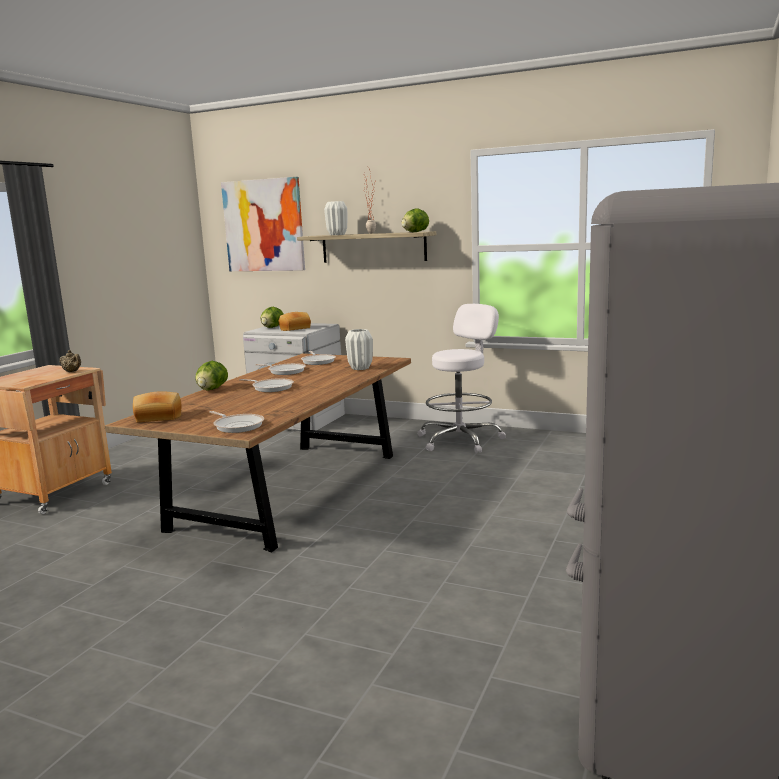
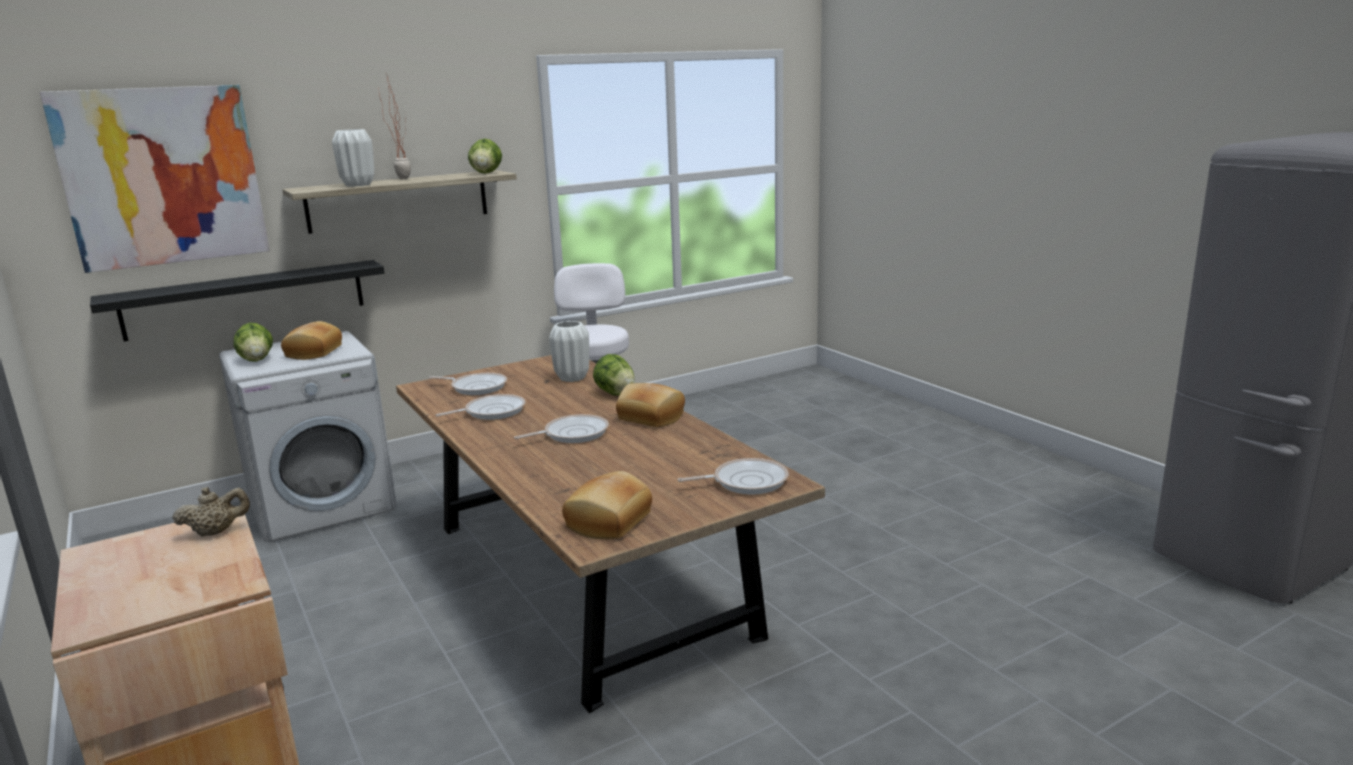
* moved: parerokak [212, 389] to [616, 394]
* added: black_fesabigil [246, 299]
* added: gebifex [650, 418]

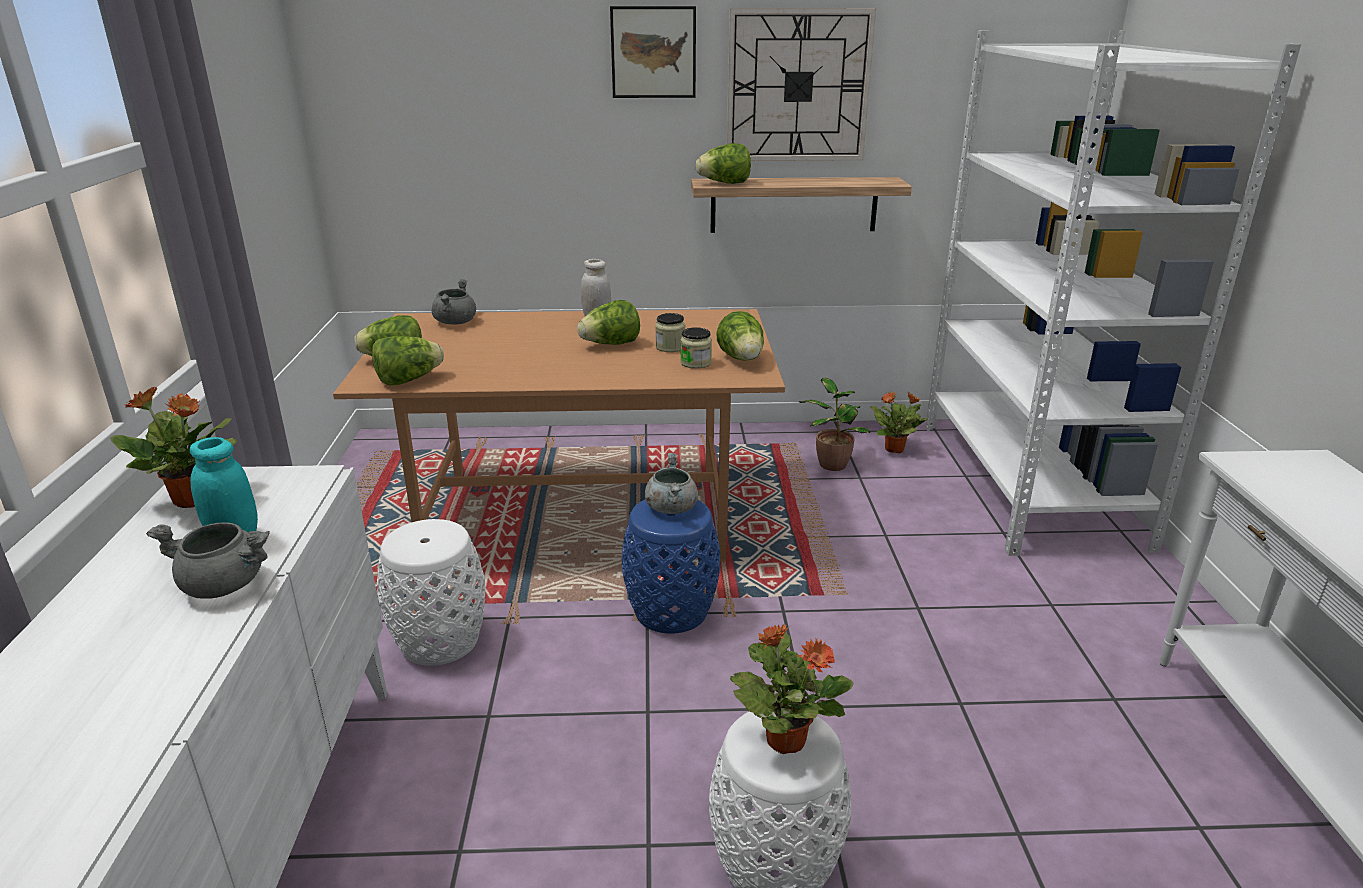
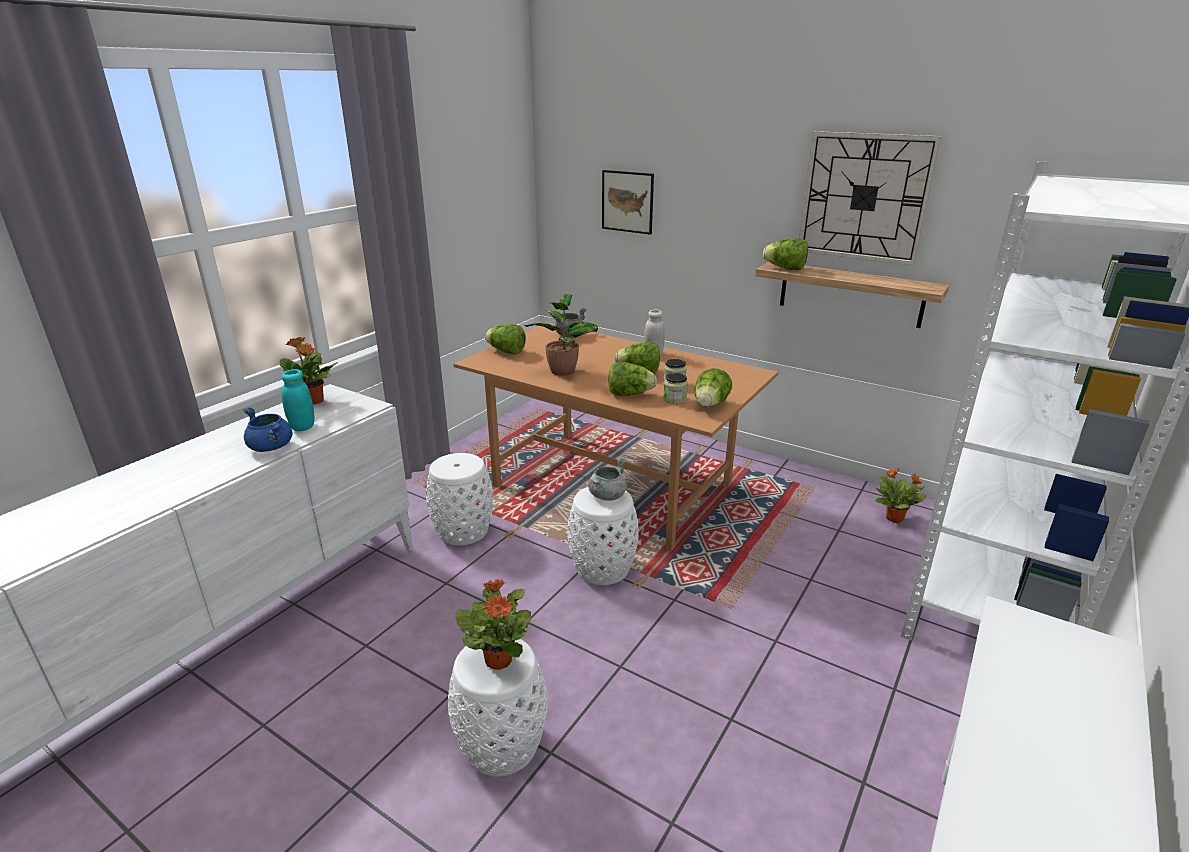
* recoloured: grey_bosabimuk [225, 585] to blue_bosabimuk [271, 447]
* moved: parerokak [408, 380] to [629, 394]
* moved: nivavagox [653, 52] to [627, 201]
* recoloured: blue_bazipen [671, 611] to white_bazipen [602, 568]
* moved: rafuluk [831, 463] to [562, 370]

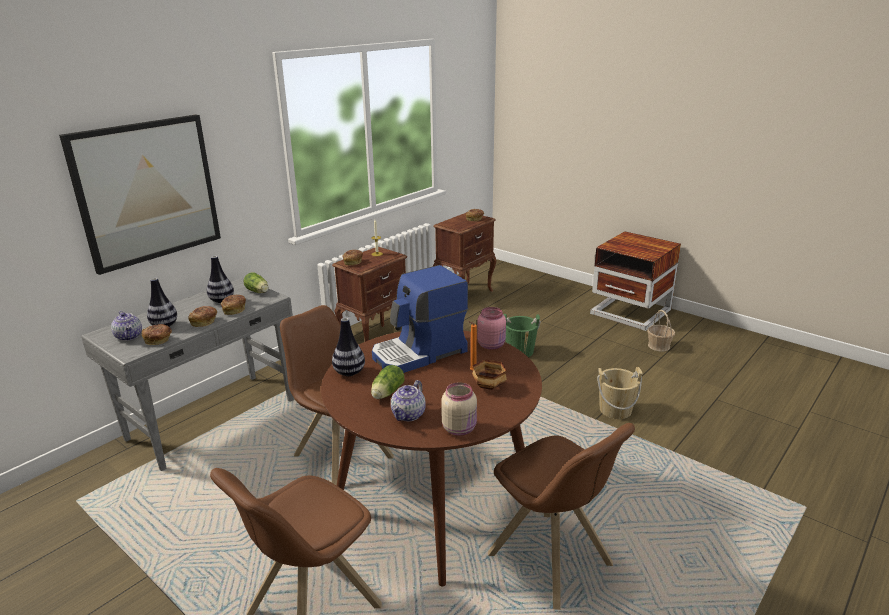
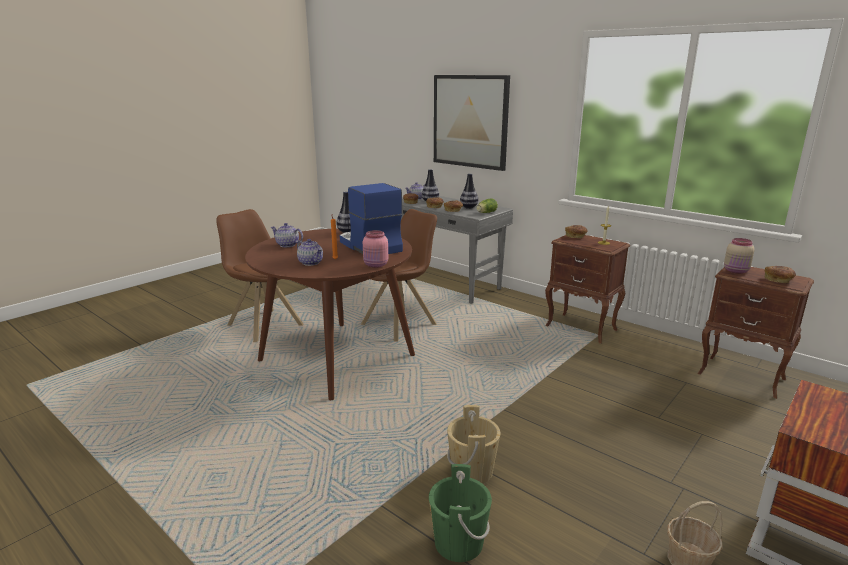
* removed: parerokak [386, 393]
* moved: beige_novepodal [460, 428] to [736, 271]
* replaced: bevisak [488, 385] to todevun [311, 263]
* removed: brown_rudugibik [551, 559]
* moved: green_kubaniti [520, 351] to [458, 542]

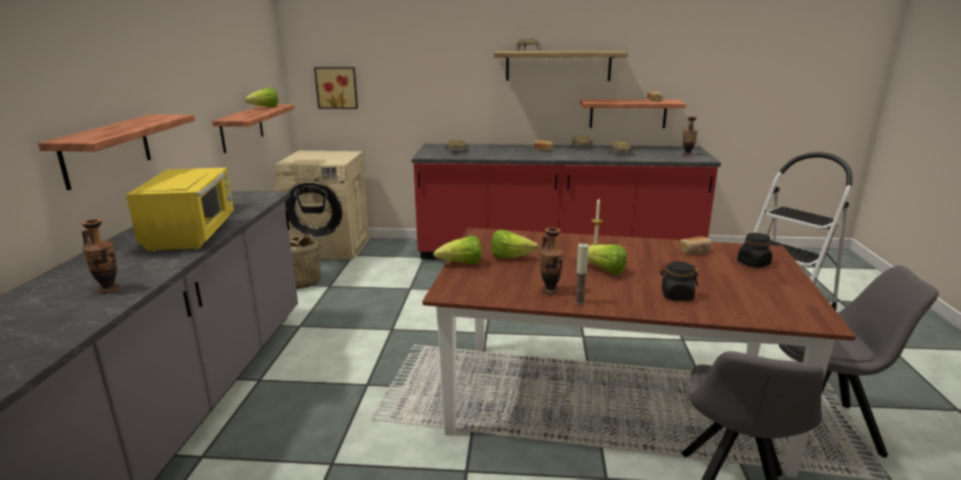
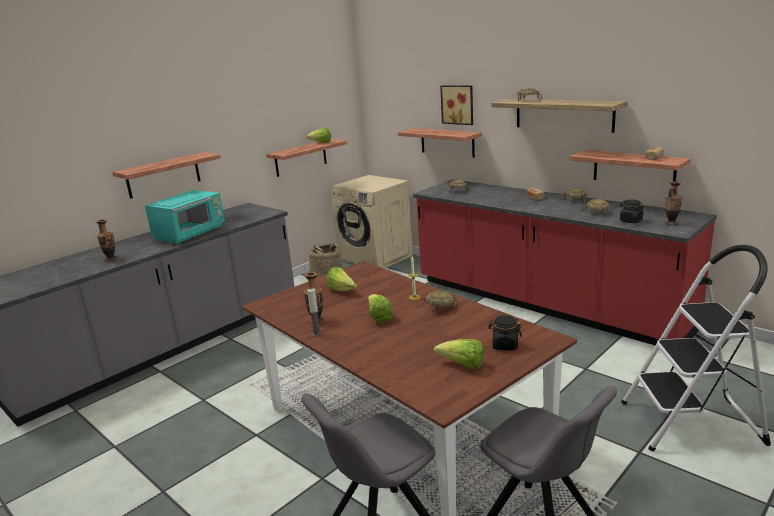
* recoloured: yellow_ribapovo [192, 234] to turquoise_ribapovo [191, 234]
* moved: nivavagox [337, 87] to [458, 104]
* moved: parerokak [461, 264] to [462, 365]
* moved: black_novepodal [676, 296] to [630, 221]
* removed: gebifex [695, 252]
* added: fesabigil [447, 142]
* added: beige_bevisak [439, 308]

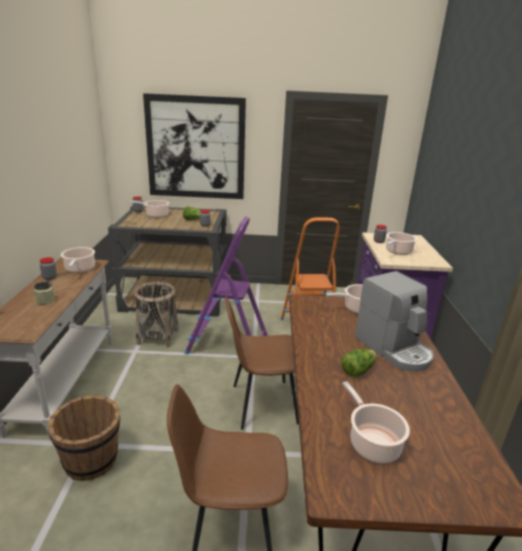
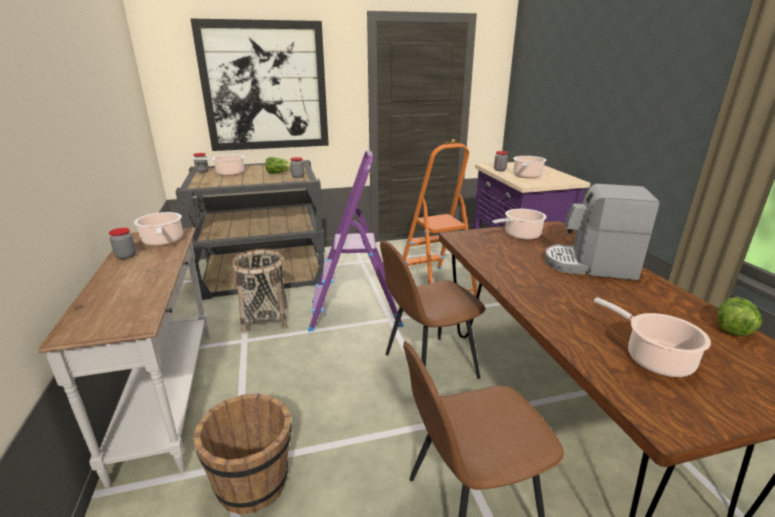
* removed: novepodal [45, 300]
* moved: parerokak [357, 370] to [732, 326]
* turned: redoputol [394, 349] = [590, 265] 150 degrees clockwise

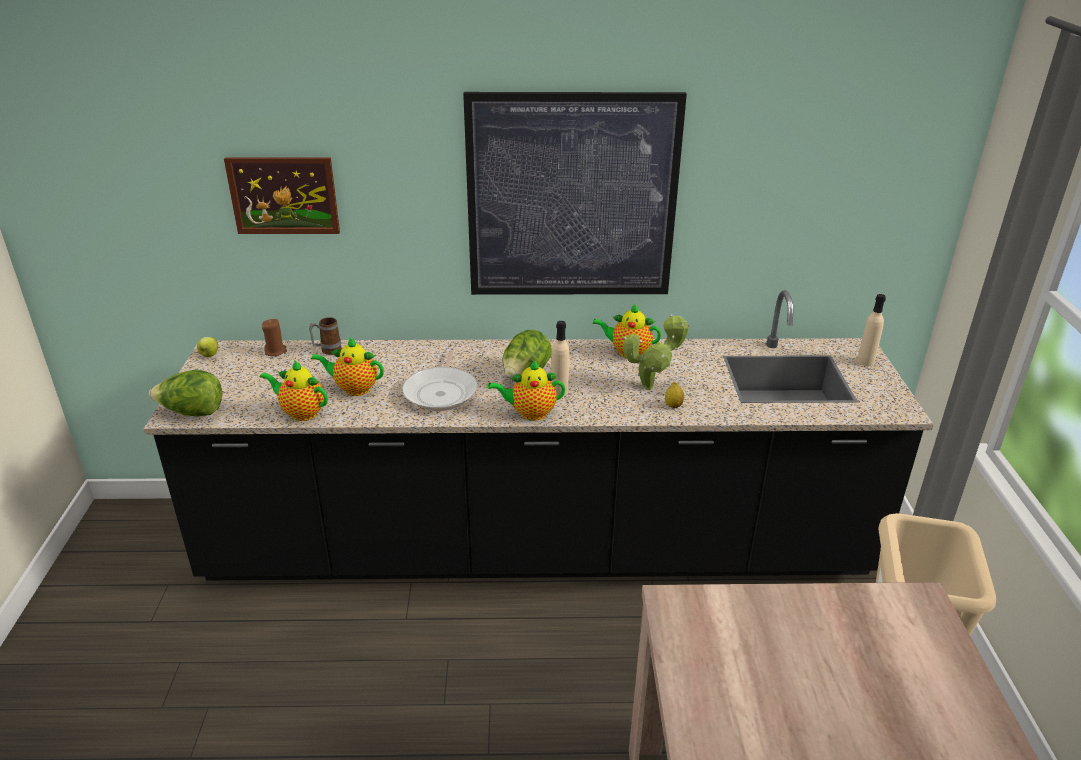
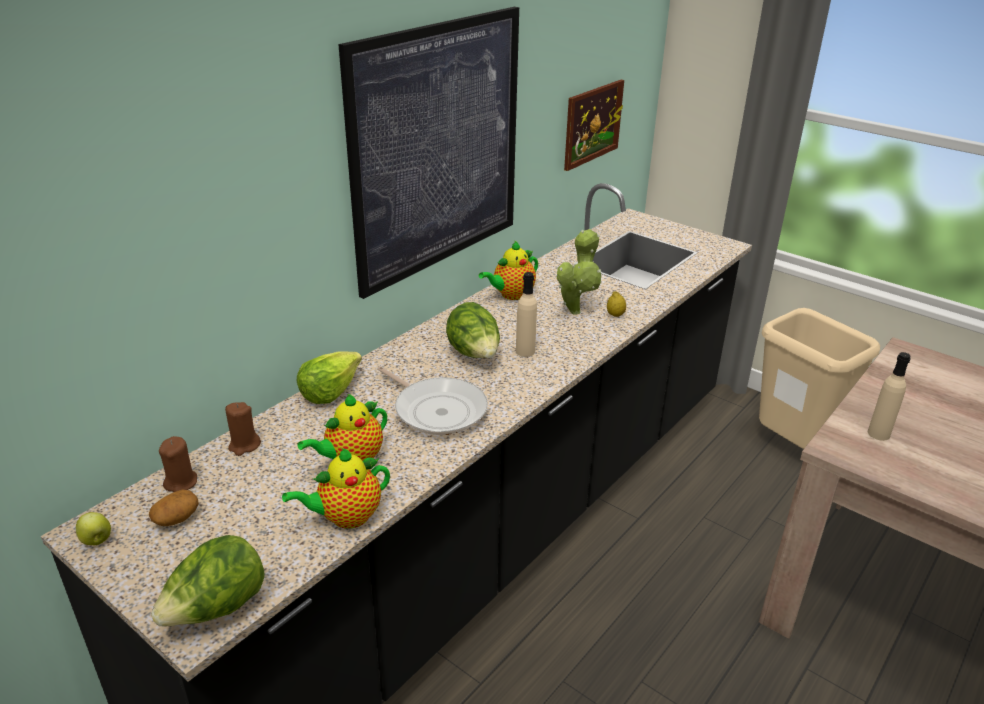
* moved: nivavagox [284, 195] to [592, 124]
* replaced: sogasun [327, 351] to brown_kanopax [244, 445]
* removed: todevun [530, 413]
* moved: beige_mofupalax [865, 362] to [878, 434]
* added: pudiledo [176, 518]
* added: parerokak [330, 391]

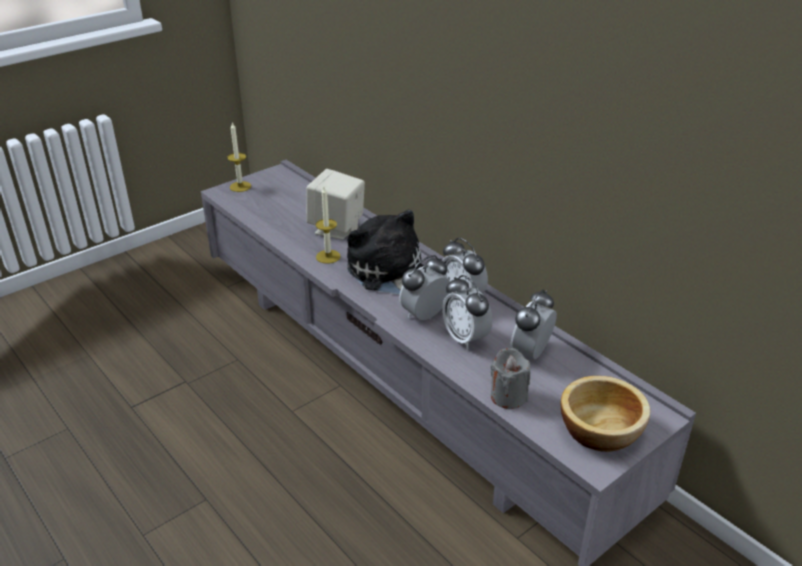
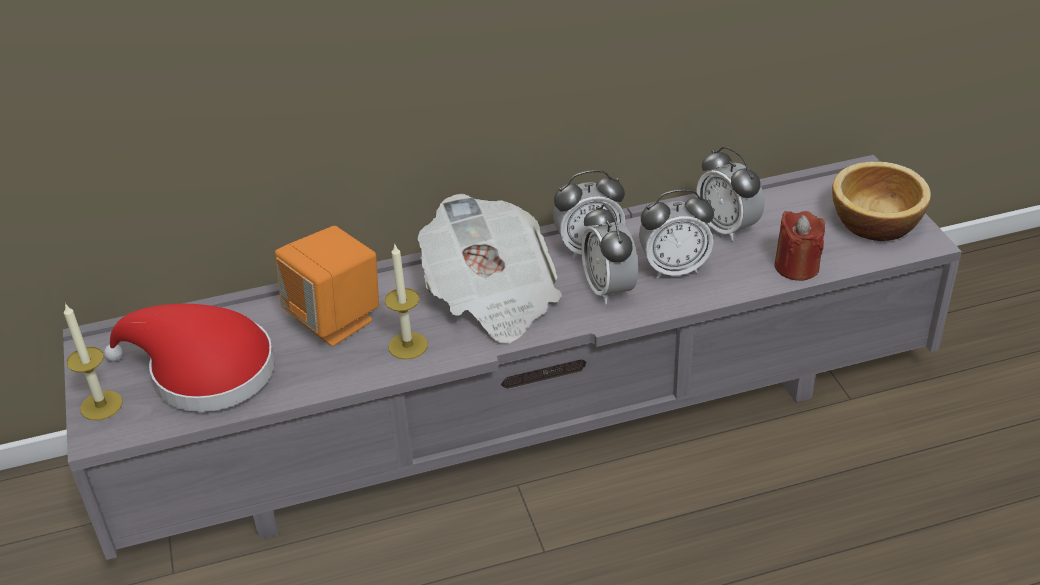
* recoloured: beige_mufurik [337, 228] to orange_mufurik [336, 320]
* replaced: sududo [388, 273] to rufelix [492, 297]
* recoloured: grey_kanopax [508, 396] to red_kanopax [796, 267]
* added: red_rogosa [203, 372]

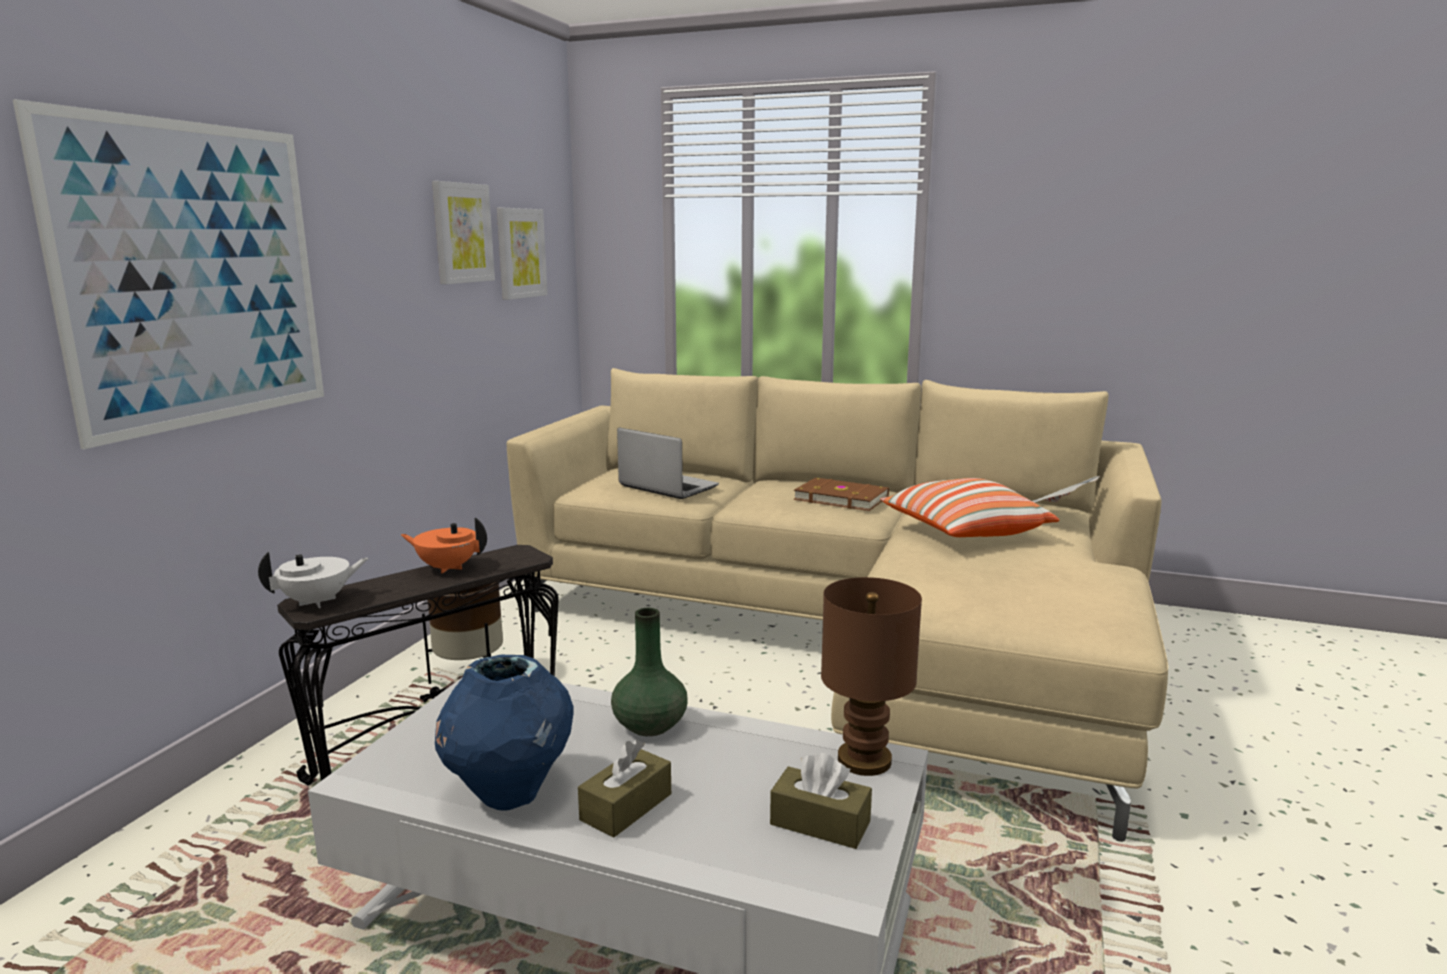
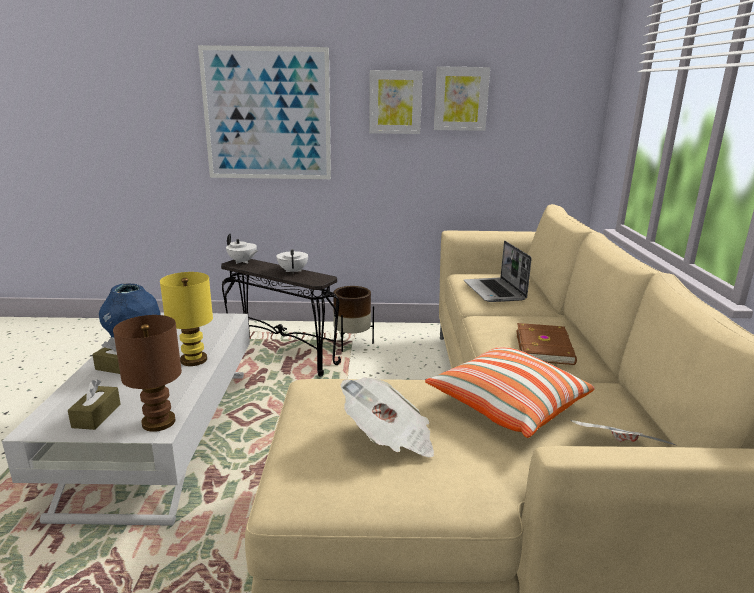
* recoloured: orange_todevun [447, 568] to white_todevun [293, 271]
* moved: nivavagox [520, 253] to [395, 102]
* replaced: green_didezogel [649, 725] to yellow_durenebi [194, 359]
* turned: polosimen [666, 487] = [495, 291] 150 degrees clockwise
* added: rufelix [389, 439]

